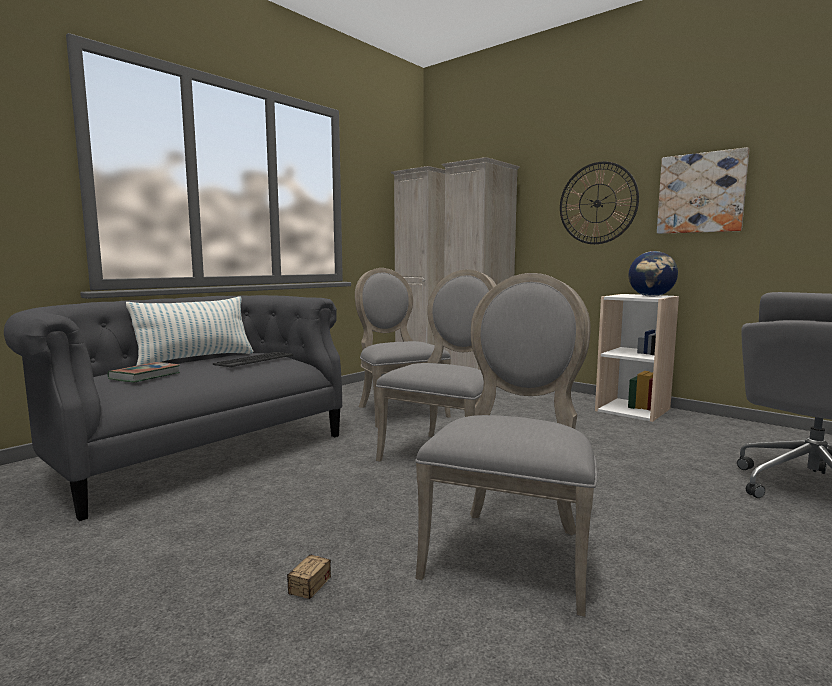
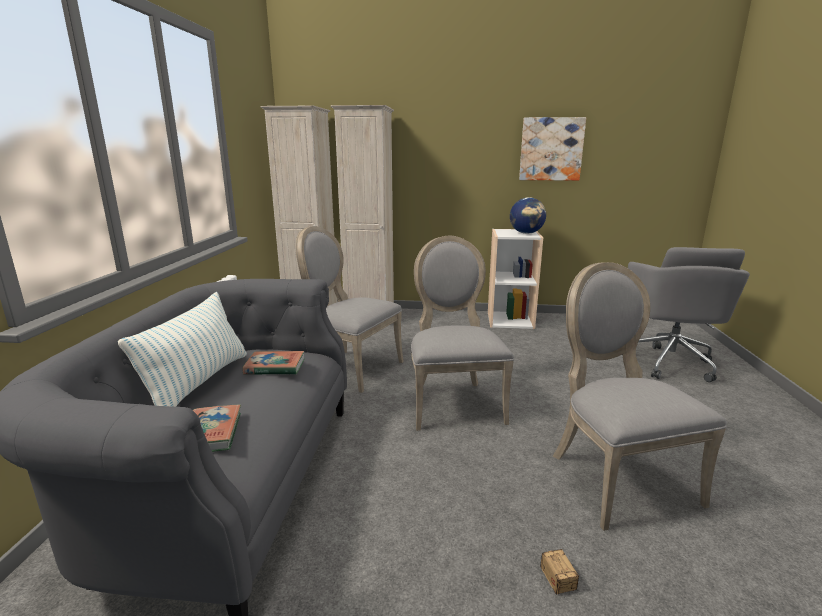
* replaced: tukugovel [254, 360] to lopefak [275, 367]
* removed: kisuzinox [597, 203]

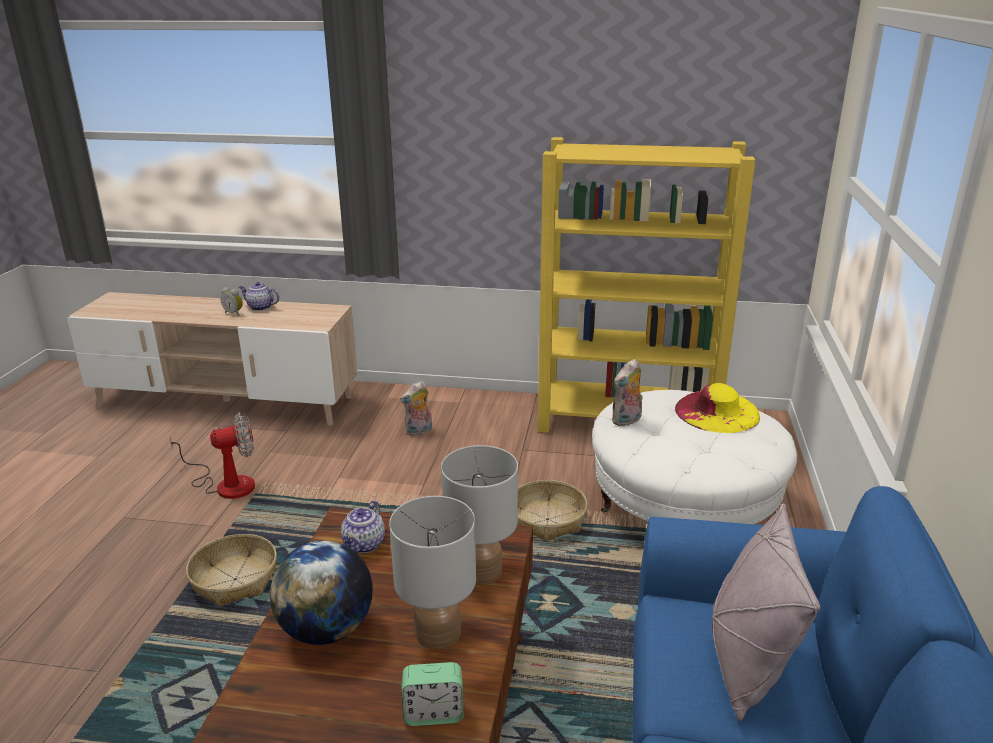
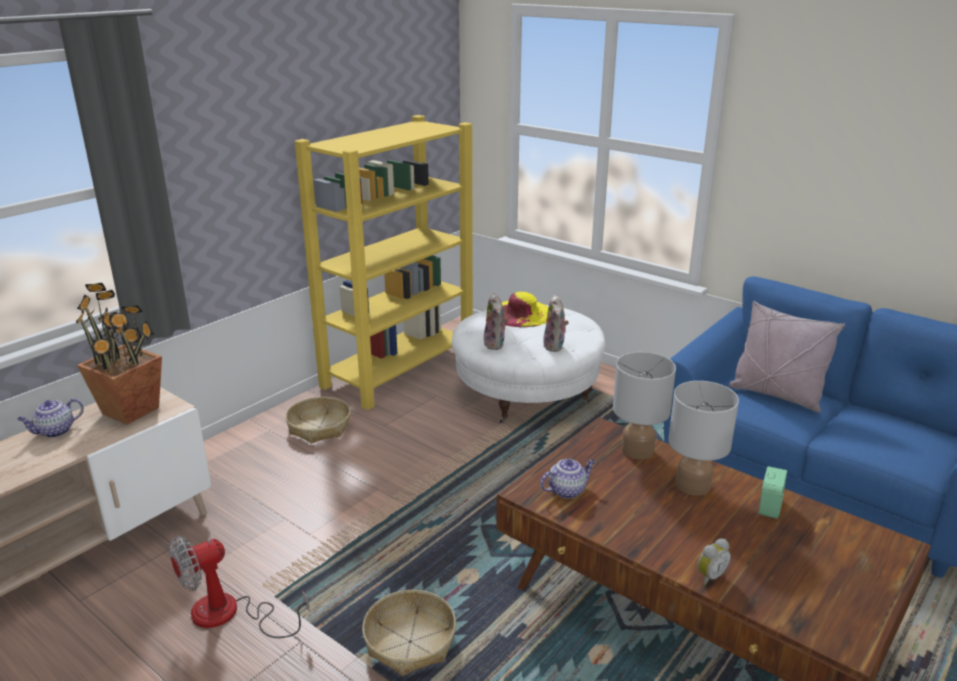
* turned: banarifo [226, 484] = [229, 615] 135 degrees counterclockwise
* moved: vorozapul [234, 313] to [709, 576]
* removed: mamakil [327, 630]
* turned: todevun [364, 545] = [567, 490] 75 degrees counterclockwise
* moved: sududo [419, 431] to [555, 346]
* moved: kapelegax [547, 519] to [319, 427]
* added: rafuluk [131, 411]

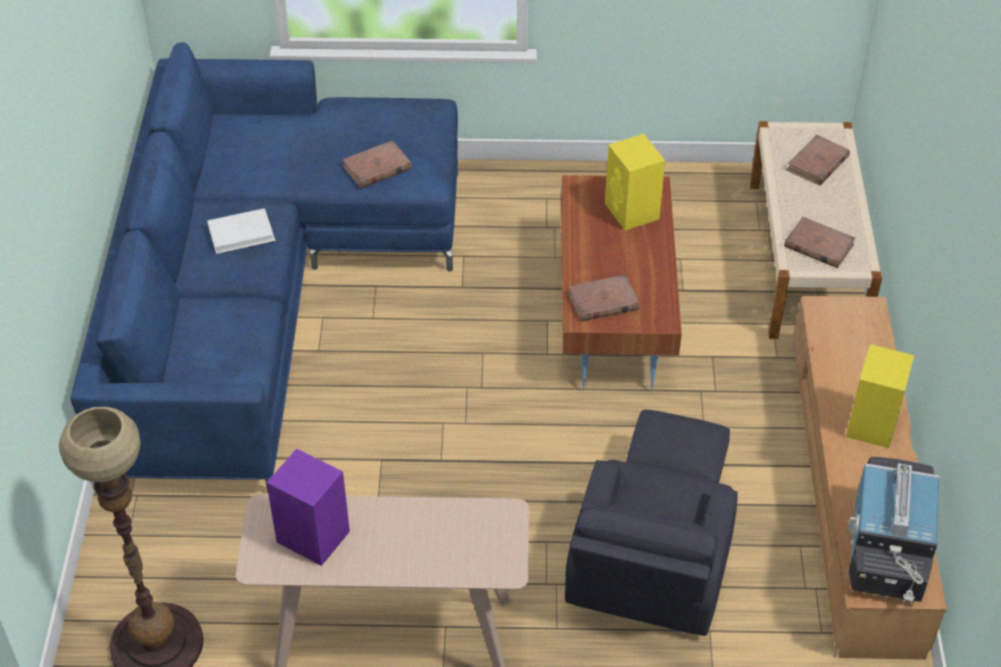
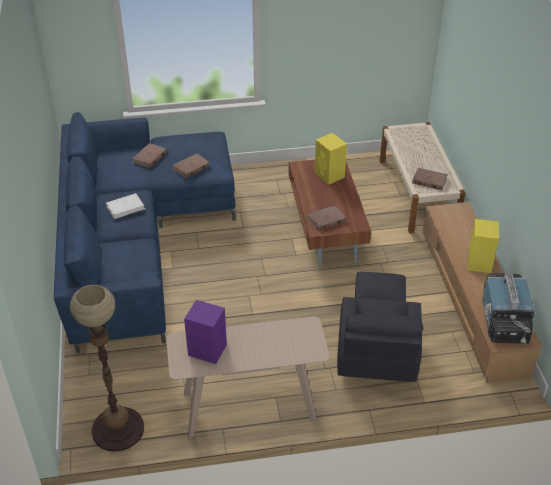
* moved: brown_lopefak [817, 163] to [149, 157]

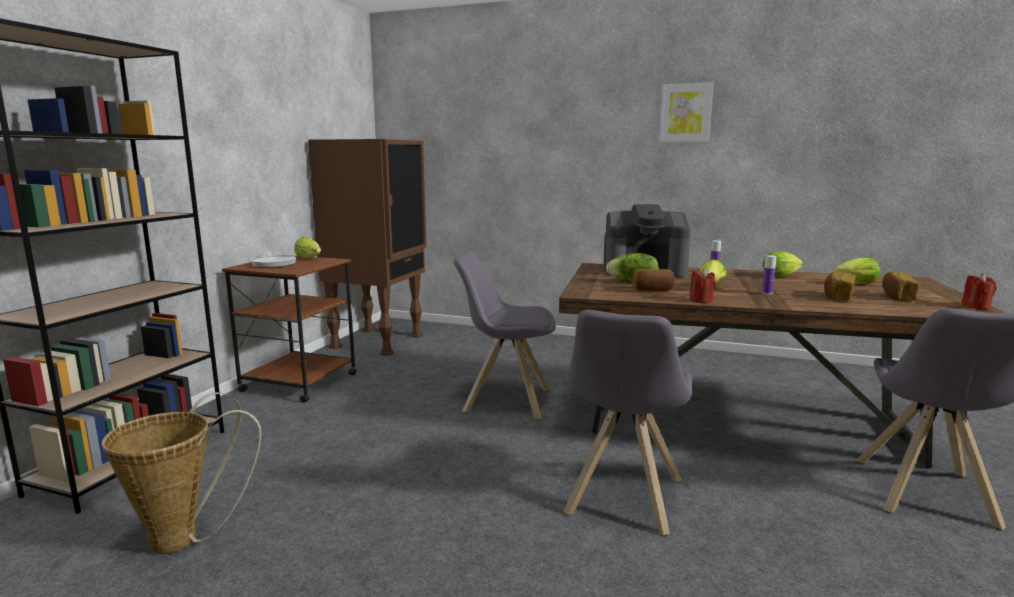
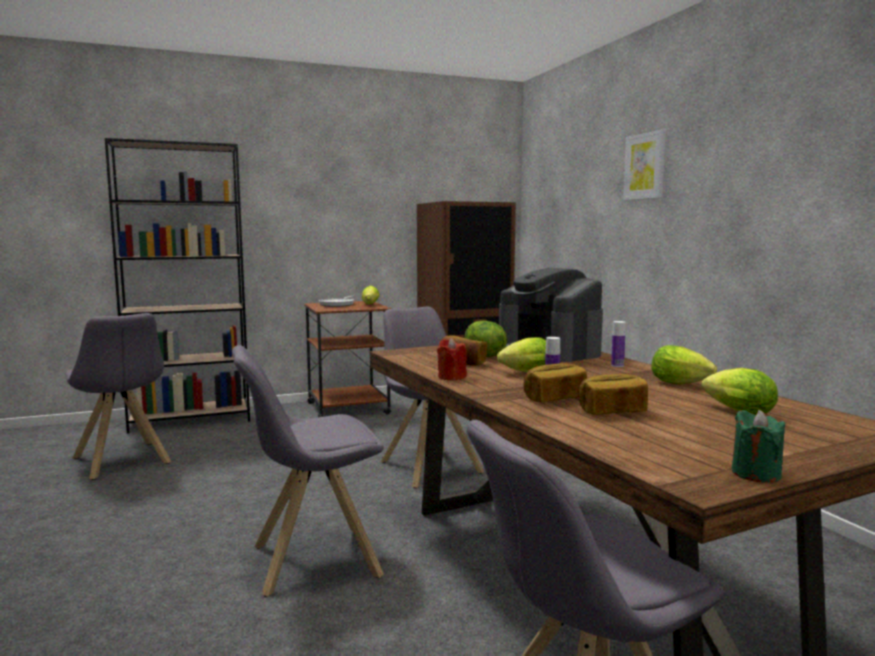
* replaced: kapelegax [186, 538] to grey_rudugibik [122, 460]
* moved: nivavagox [685, 113] to [645, 166]
* moved: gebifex [896, 297] to [554, 398]
* recoloured: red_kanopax [975, 306] to green_kanopax [755, 474]

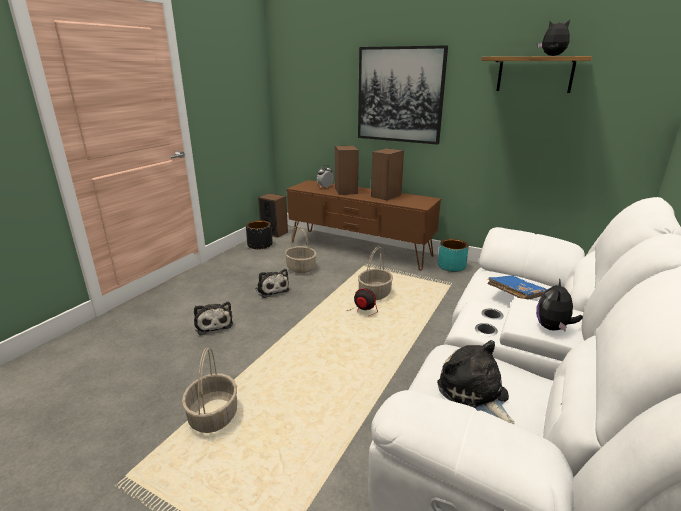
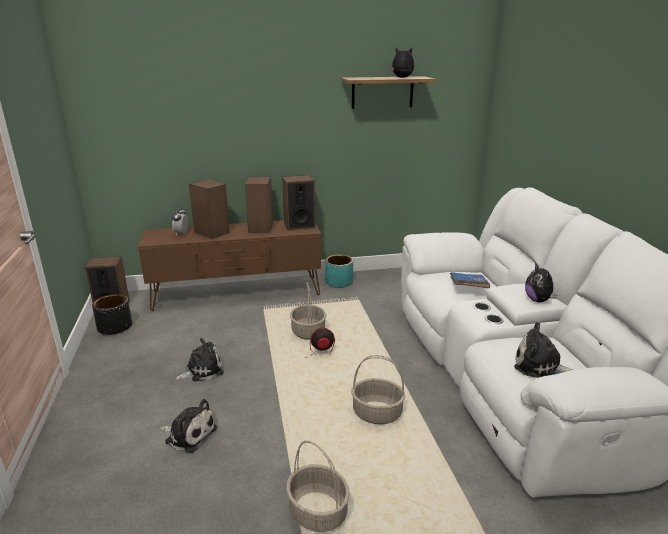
* turned: sududo [271, 289] = [202, 370] 45 degrees counterclockwise
* moved: kapelegax [301, 268] to [377, 413]
* removed: nivavagox [400, 95]
* added: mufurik [299, 225]

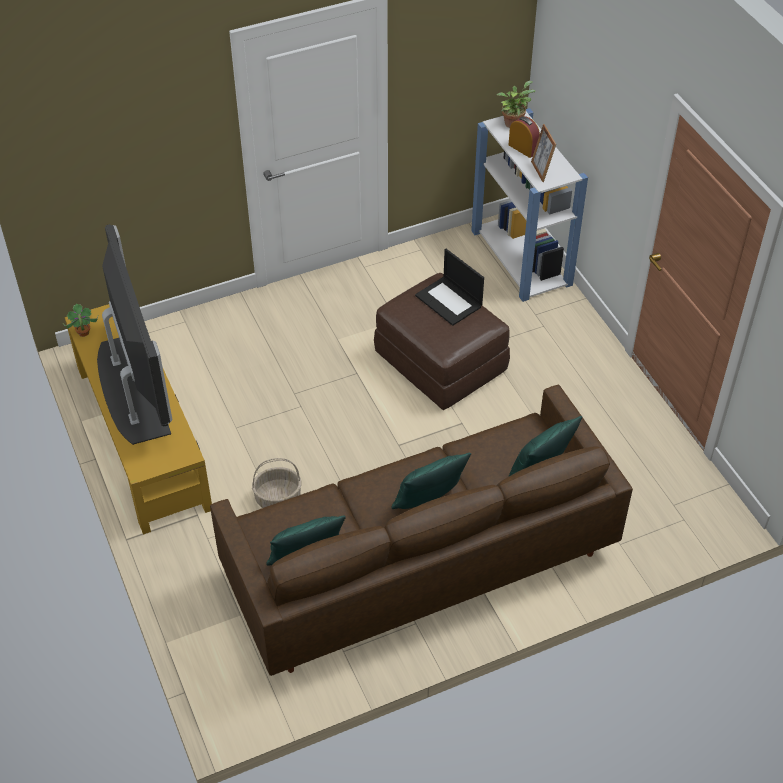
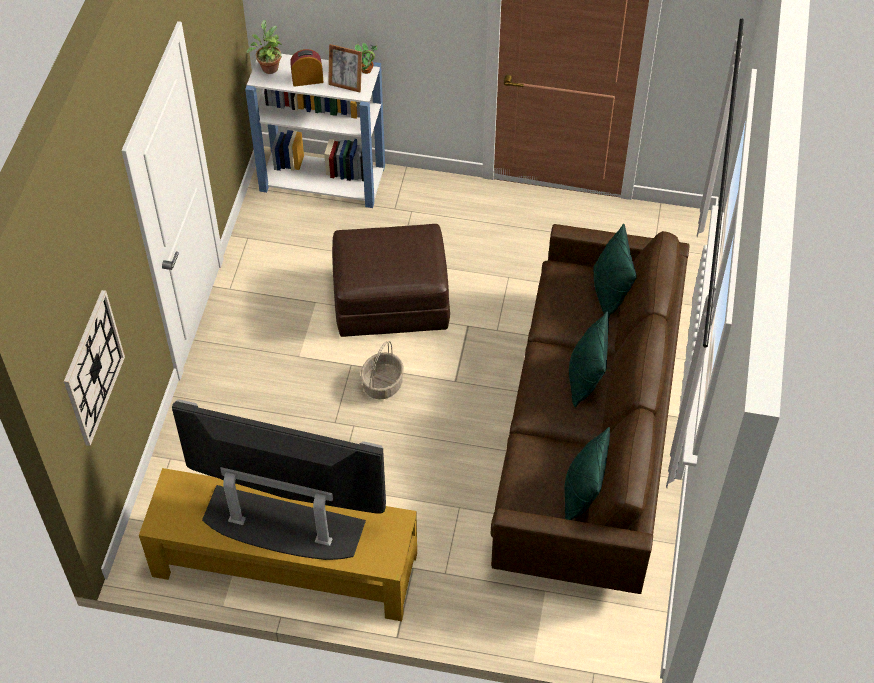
* moved: rafuluk [83, 333] to [366, 70]
* moved: kapelegax [278, 498] to [382, 384]
* removed: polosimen [449, 301]
* added: kisuzinox [93, 368]

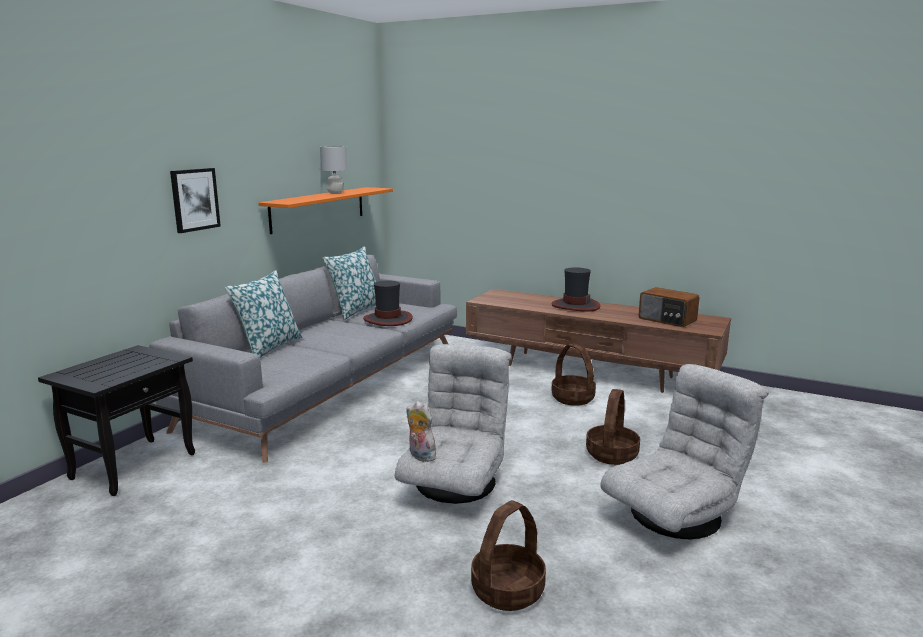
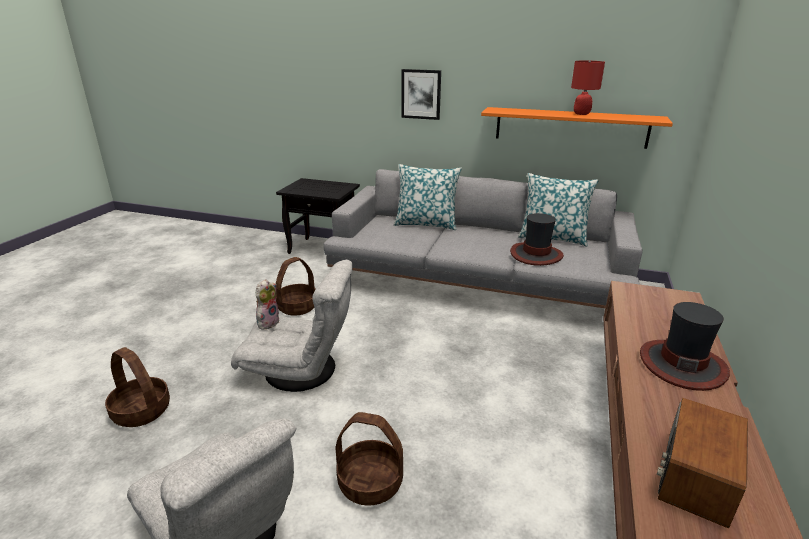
* recoloured: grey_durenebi [335, 193] to red_durenebi [582, 114]
* moved: kapelegax [573, 398] to [297, 307]

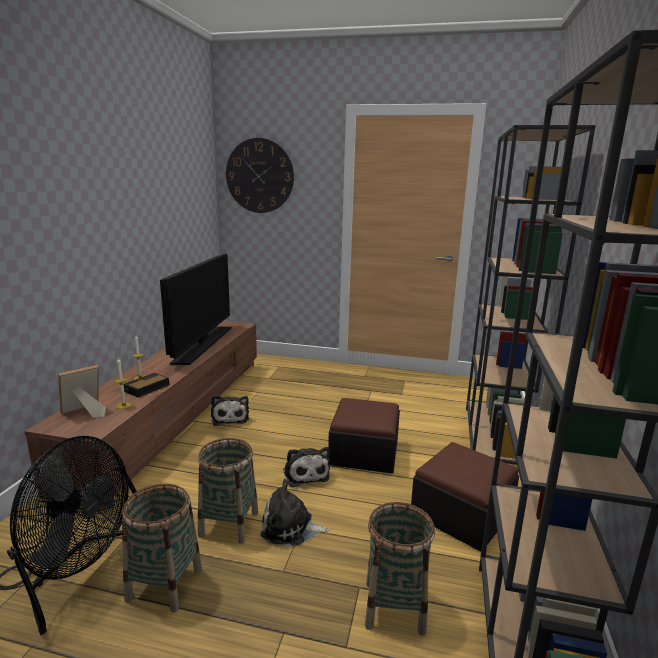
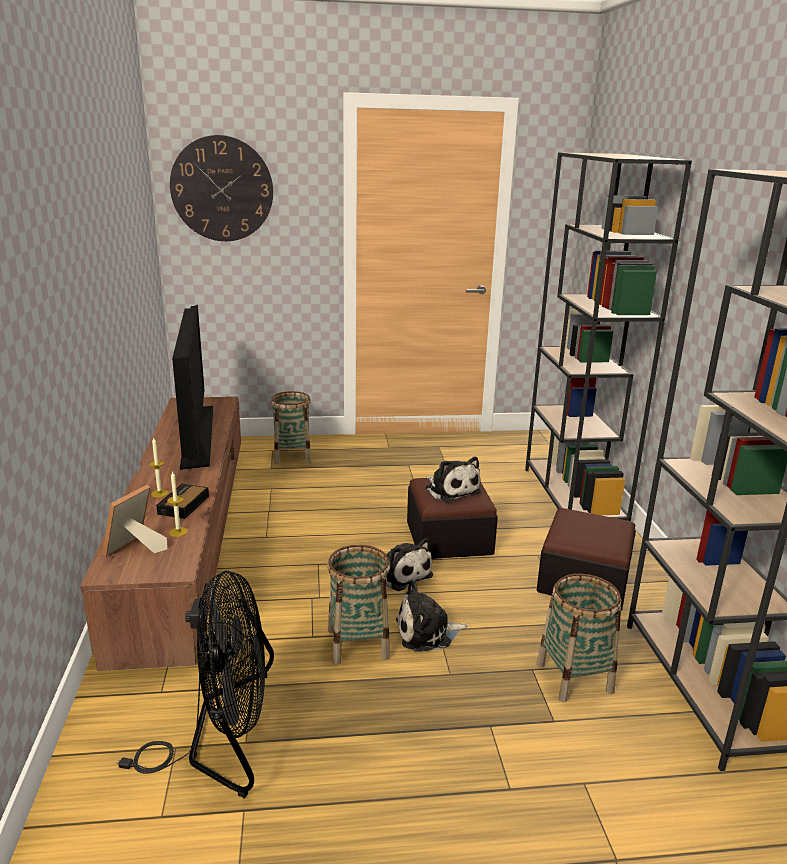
* moved: kapelegax [164, 584] to [292, 456]
* moved: sududo [230, 417] to [451, 489]

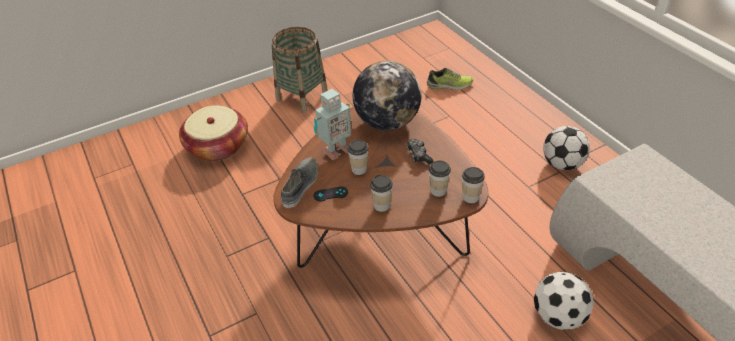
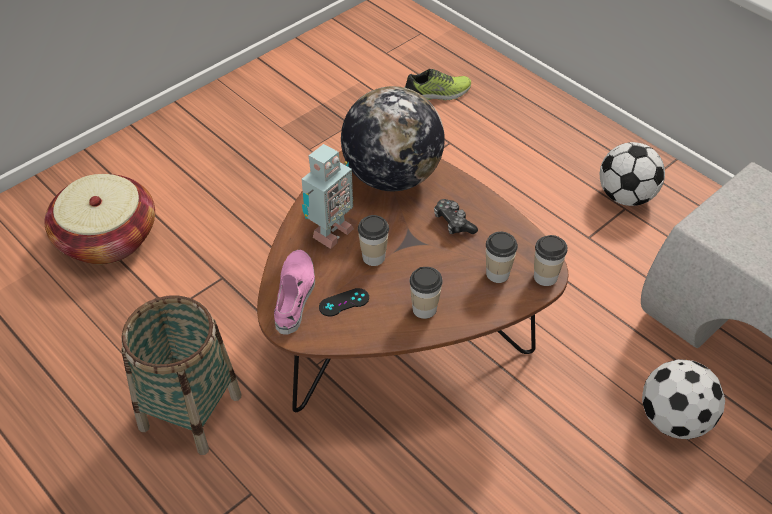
* moved: kapelegax [302, 96] to [190, 411]
* recoloured: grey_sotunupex [301, 185] to pink_sotunupex [294, 295]

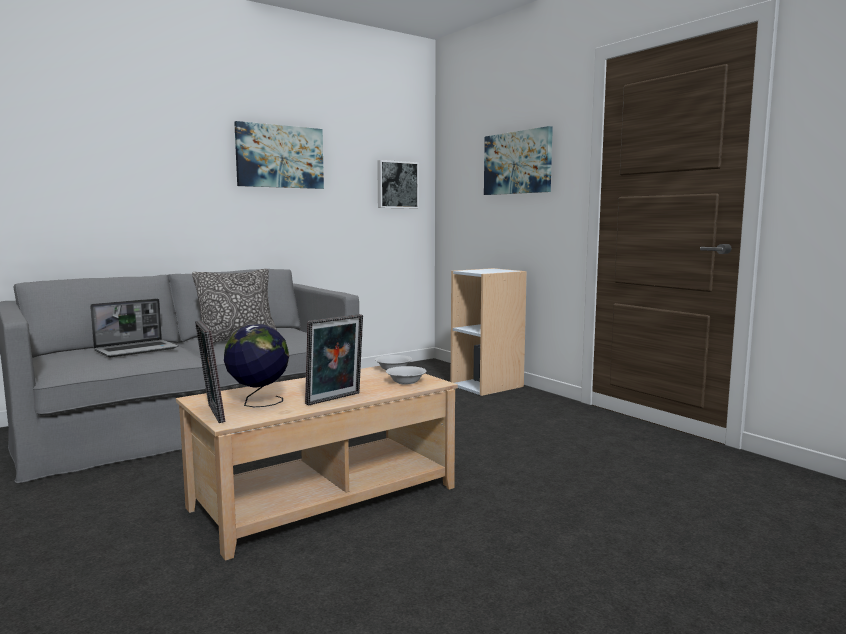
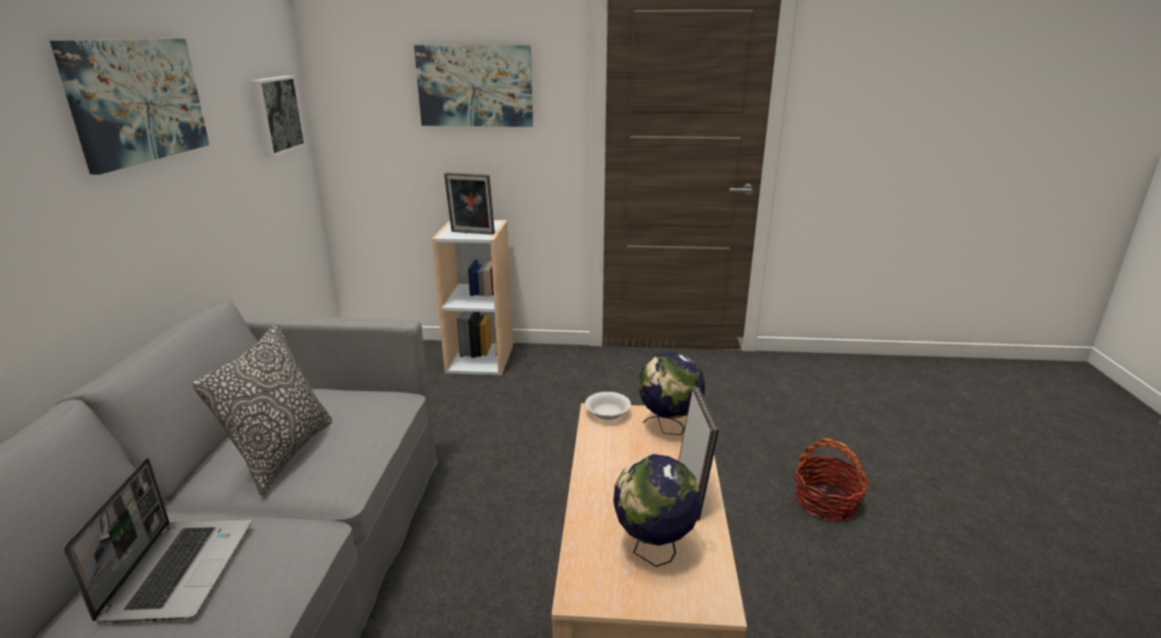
* moved: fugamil [212, 414] to [471, 233]
* replaced: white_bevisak [406, 382] to mamakil [668, 428]
* added: kapelegax [826, 502]

